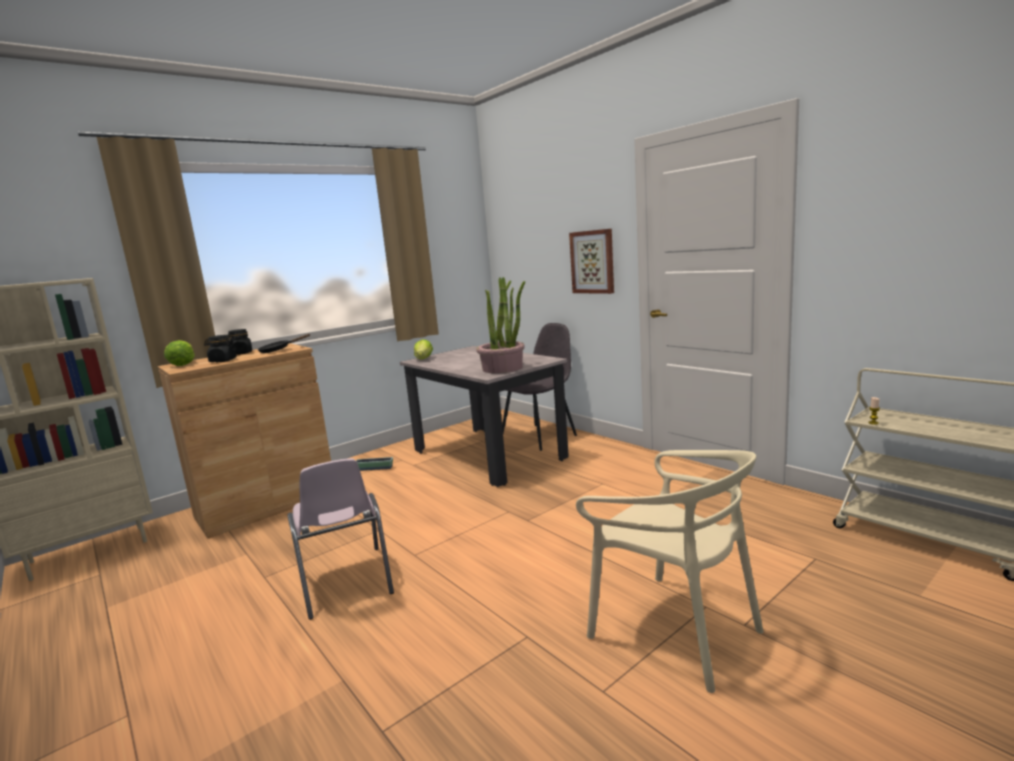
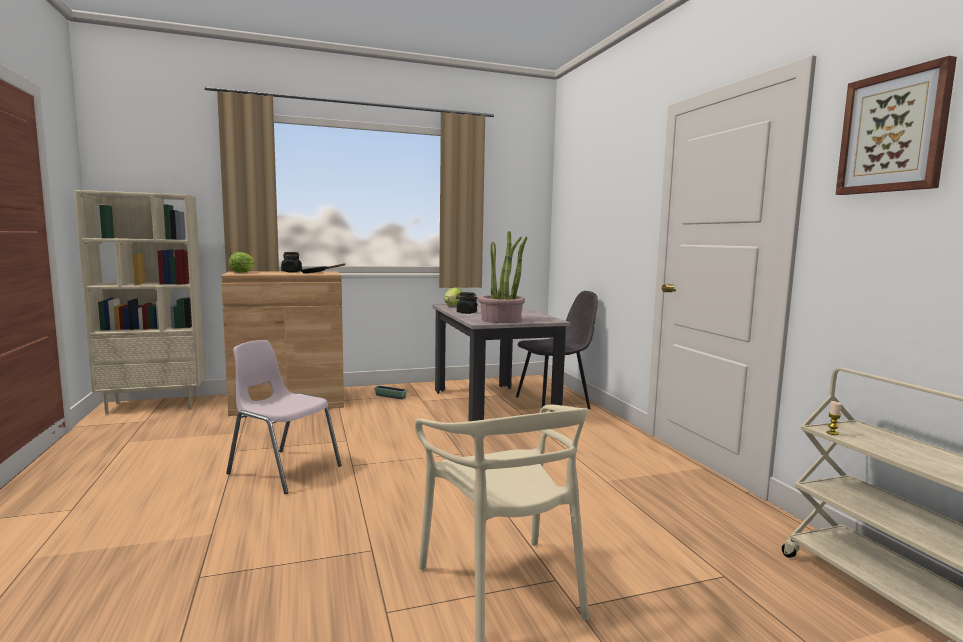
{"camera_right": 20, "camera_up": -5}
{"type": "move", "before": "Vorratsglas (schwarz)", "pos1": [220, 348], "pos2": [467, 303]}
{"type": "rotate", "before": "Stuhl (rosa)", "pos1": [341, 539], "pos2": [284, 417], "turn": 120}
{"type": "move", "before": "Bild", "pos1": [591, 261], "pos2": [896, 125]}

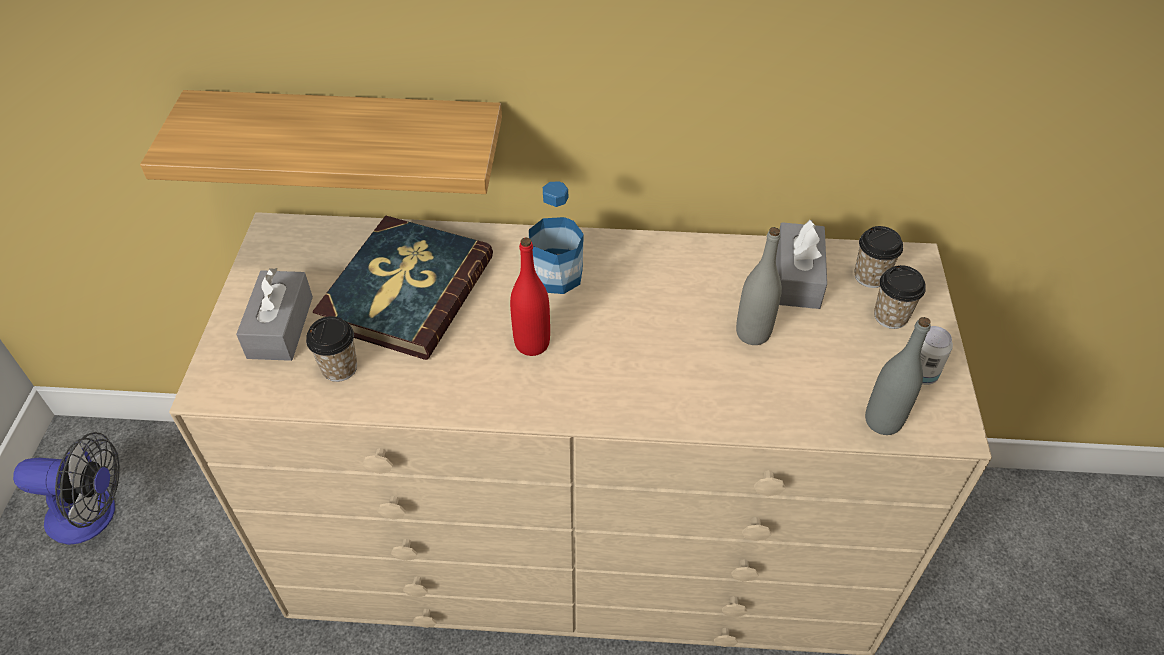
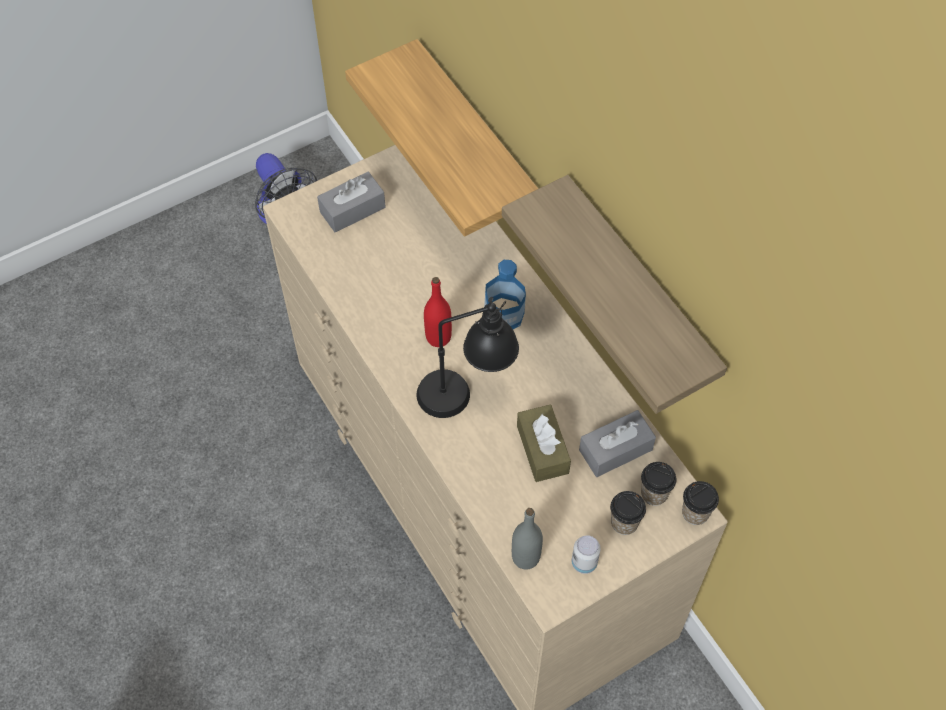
{"camera_right": 55, "camera_up": 10}
{"type": "move", "before": "Tasse", "pos1": [331, 349], "pos2": [700, 503]}
{"type": "delete", "before": "Buch", "pos1": [403, 288]}
{"type": "replace", "before": "Flasche (grau)", "after": "Taschentuchbox (braun)", "pos1": [759, 286], "pos2": [544, 443]}
{"type": "insert", "after": "Tischlampe (schwarz)", "pos2": [467, 357]}
{"type": "insert", "after": "Wandregal", "pos2": [614, 294]}

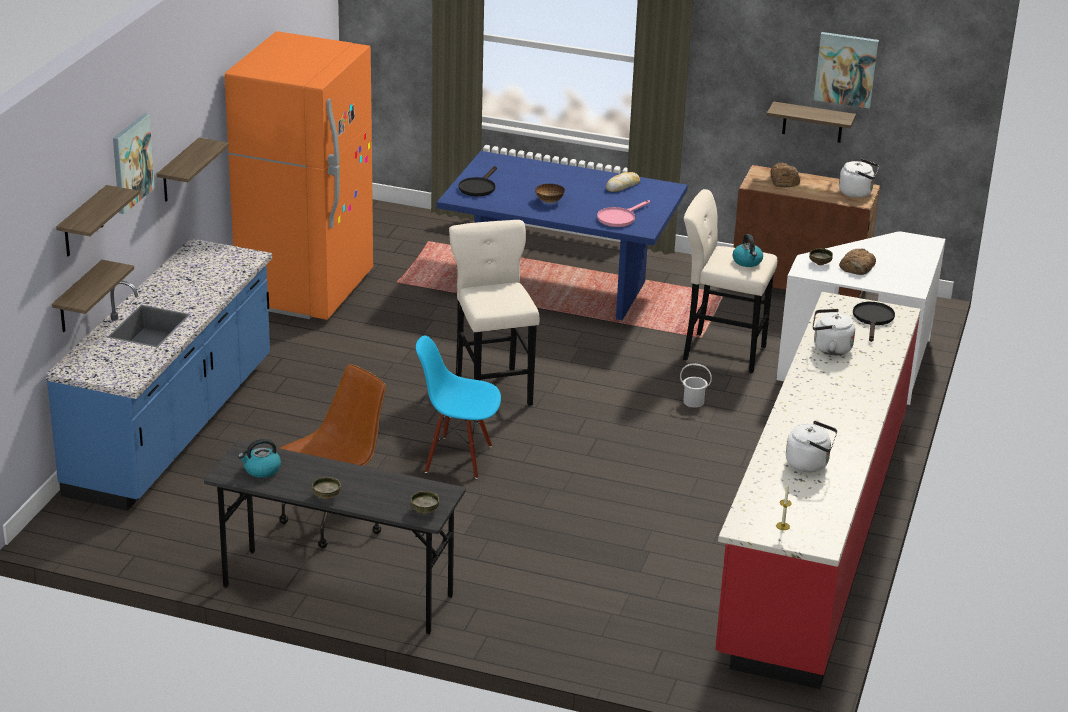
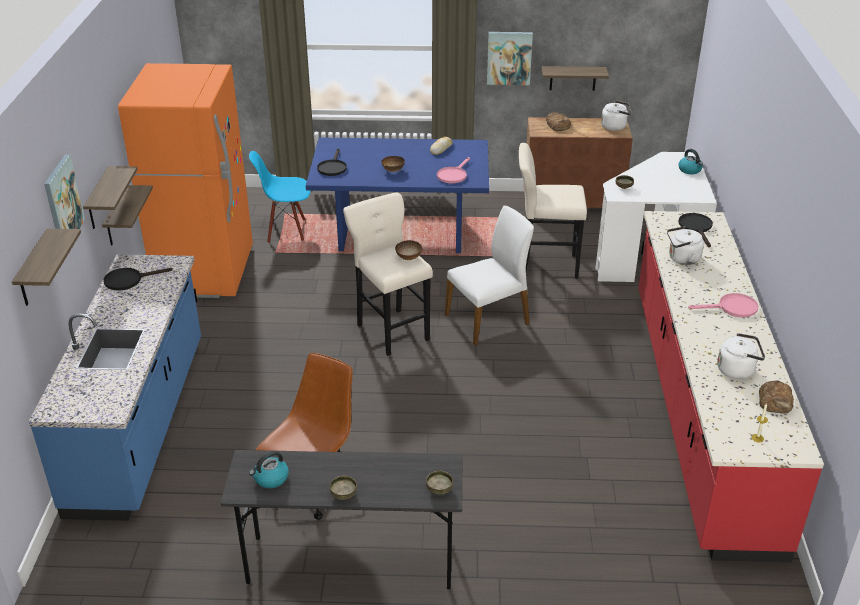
{"camera_right": -15, "camera_up": 5}
{"type": "move", "before": "Wandregal", "pos1": [93, 296], "pos2": [127, 215]}
{"type": "move", "before": "Stuhl (blau)", "pos1": [458, 407], "pos2": [279, 197]}
{"type": "delete", "before": "Eimer (weiß)", "pos1": [696, 385]}
{"type": "move", "before": "Wasserkessel", "pos1": [748, 250], "pos2": [691, 161]}
{"type": "move", "before": "Bild", "pos1": [846, 70], "pos2": [510, 58]}
{"type": "move", "before": "Brot", "pos1": [857, 262], "pos2": [776, 397]}
{"type": "insert", "after": "Pfanne (schwarz)", "pos2": [138, 279]}
{"type": "insert", "after": "Schüssel", "pos2": [409, 250]}
{"type": "insert", "after": "Stuhl (weiß)", "pos2": [489, 275]}
{"type": "insert", "after": "Pfanne (rosa)", "pos2": [723, 305]}

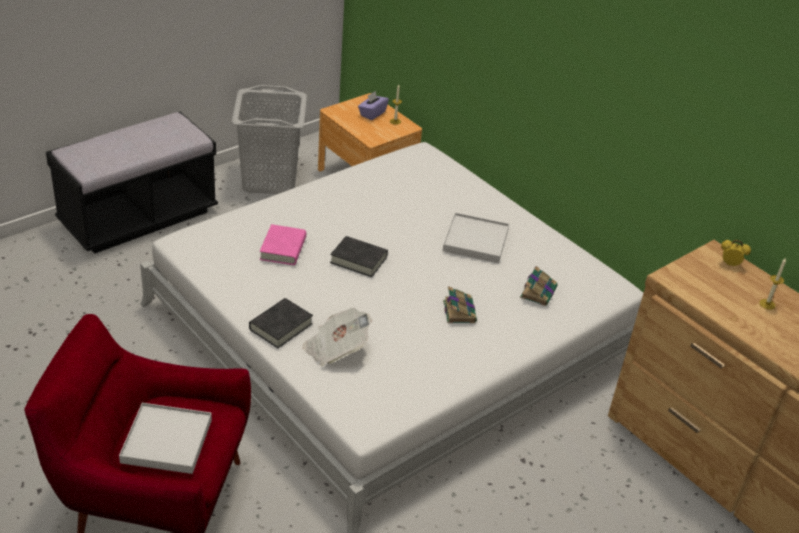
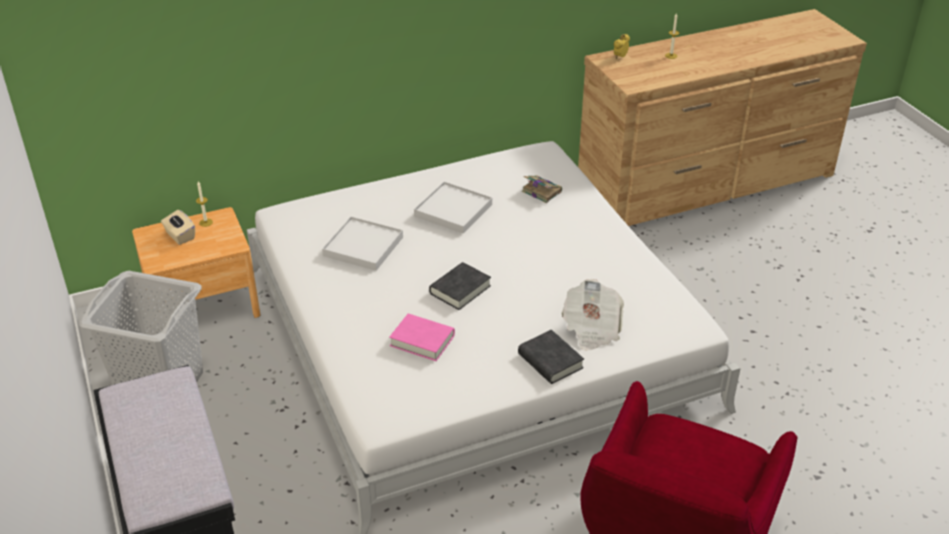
{"camera_right": -70, "camera_up": 0}
{"type": "move", "before": "Tablett (weiß)", "pos1": [165, 438], "pos2": [362, 243]}
{"type": "recolor", "before": "Taschentuchbox (lila)", "after": "Taschentuchbox (beige)", "pos1": [373, 105], "pos2": [178, 227]}
{"type": "delete", "before": "Buch", "pos1": [460, 304]}

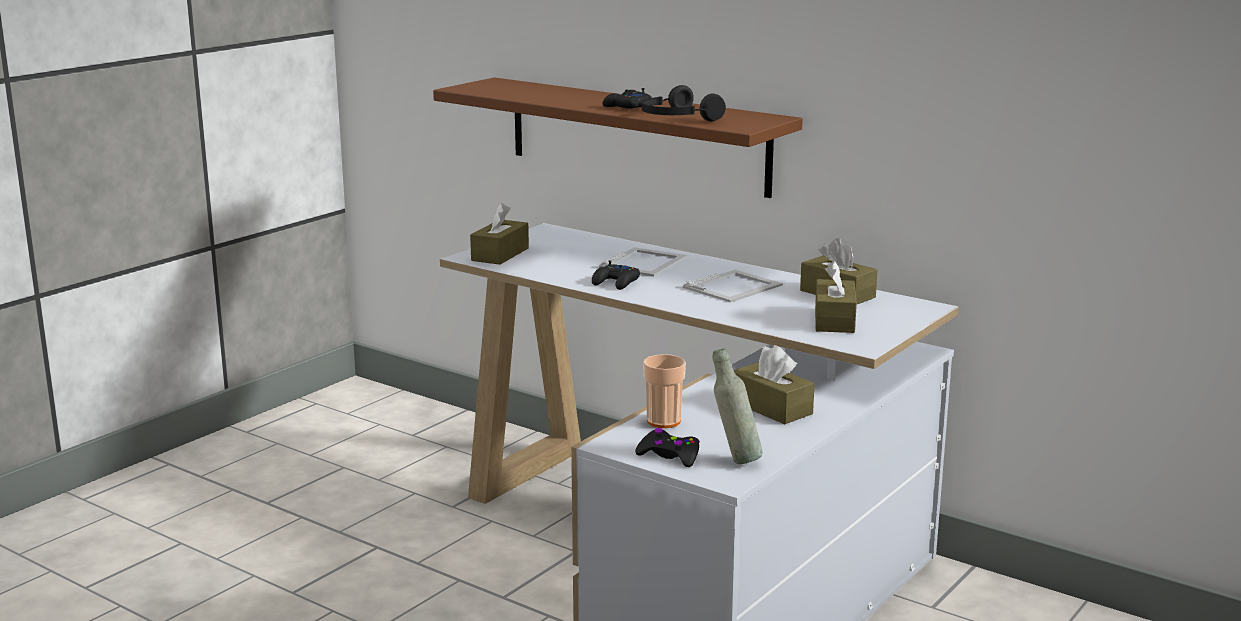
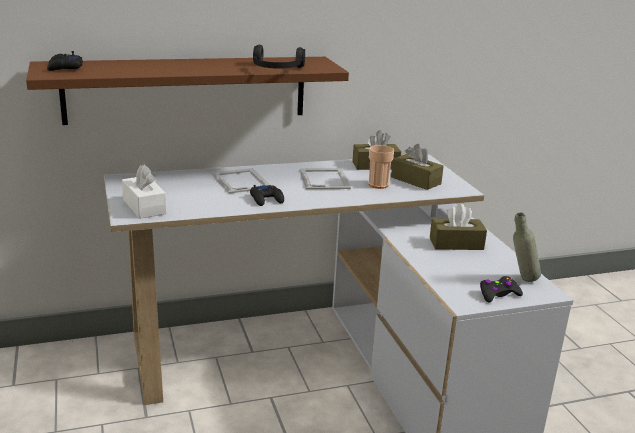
{"camera_right": -55, "camera_up": 5}
{"type": "recolor", "before": "Taschentuchbox (braun)", "after": "Taschentuchbox (weiß)", "pos1": [499, 234], "pos2": [144, 192]}
{"type": "move", "before": "Gamepad (schwarz)", "pos1": [627, 98], "pos2": [65, 61]}
{"type": "move", "before": "Tasse", "pos1": [664, 391], "pos2": [381, 167]}

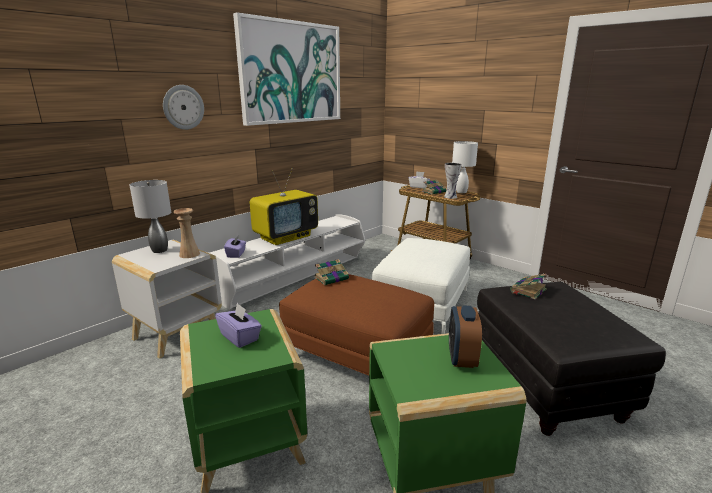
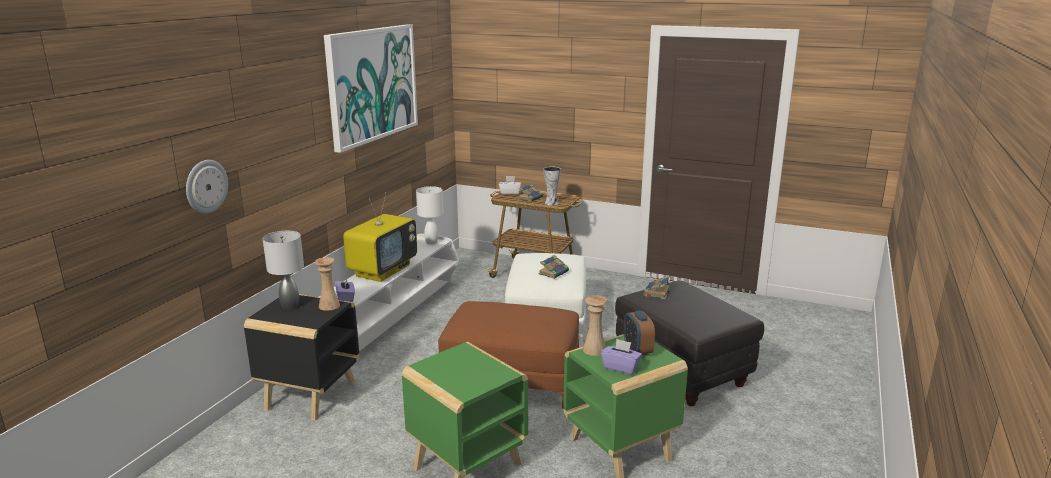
{"camera_right": -20, "camera_up": 0}
{"type": "recolor", "before": "Beistelltisch (weiß)", "after": "Beistelltisch (schwarz)", "pos1": [167, 299], "pos2": [301, 357]}
{"type": "move", "before": "Wanduhr", "pos1": [183, 107], "pos2": [207, 186]}
{"type": "move", "before": "Taschentuchbox (lila)", "pos1": [238, 325], "pos2": [621, 356]}
{"type": "move", "before": "Buch", "pos1": [332, 272], "pos2": [553, 267]}
{"type": "move", "before": "Tischlampe (weiß)", "pos1": [465, 167], "pos2": [429, 215]}
{"type": "insert", "after": "Vase (beige)", "pos2": [595, 325]}

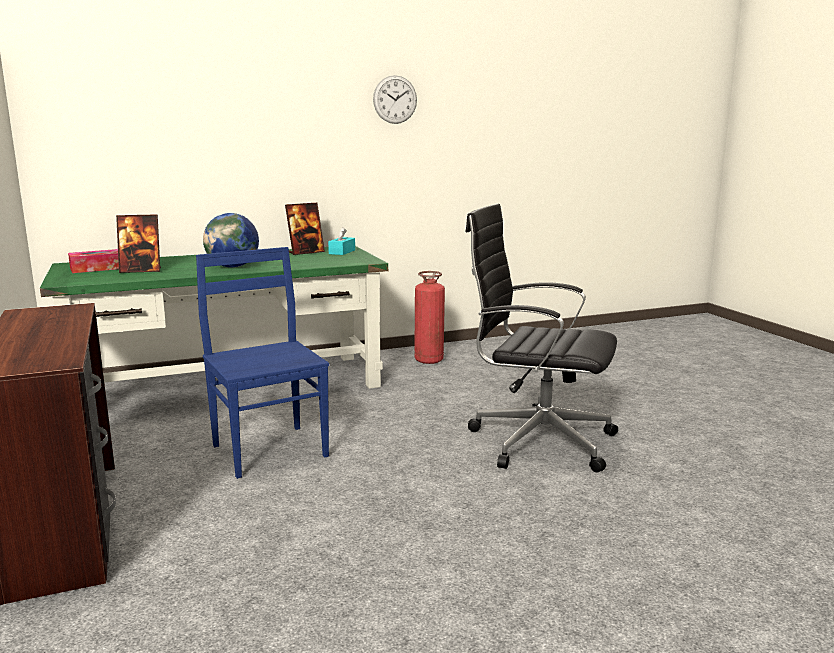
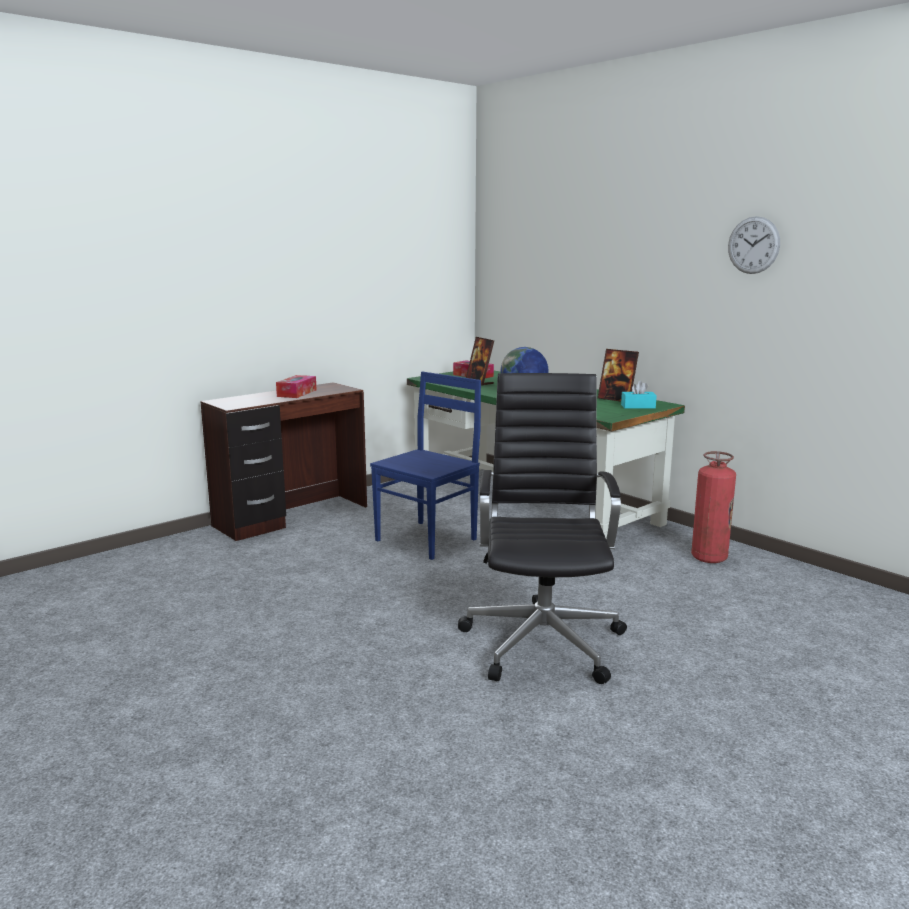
{"camera_right": 70, "camera_up": 0}
{"type": "insert", "after": "Taschentuchbox", "pos2": [296, 386]}

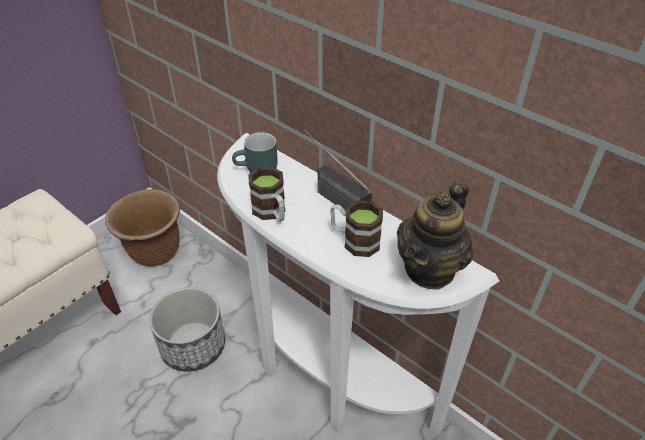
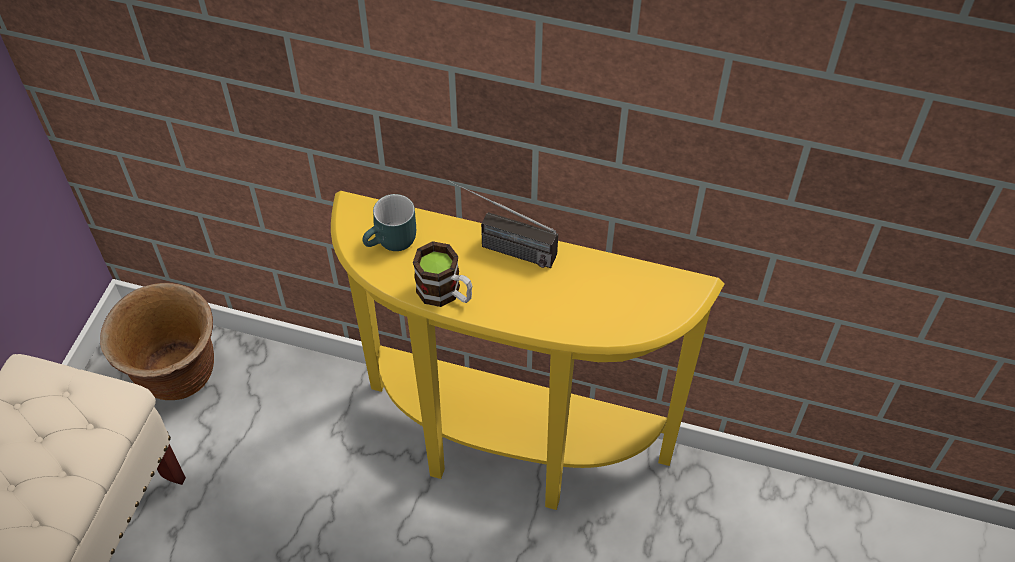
{"camera_right": -25, "camera_up": 10}
{"type": "delete", "before": "Pflanzkübel", "pos1": [187, 329]}
{"type": "recolor", "before": "Konsolentisch (weiß)", "after": "Konsolentisch (gelb)", "pos1": [358, 285], "pos2": [528, 350]}
{"type": "delete", "before": "Henkelbecher", "pos1": [356, 228]}
{"type": "delete", "before": "Teekanne", "pos1": [435, 235]}

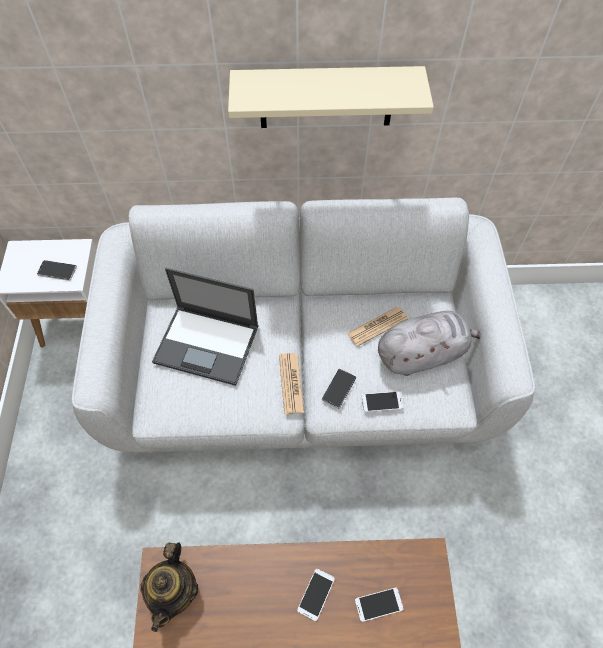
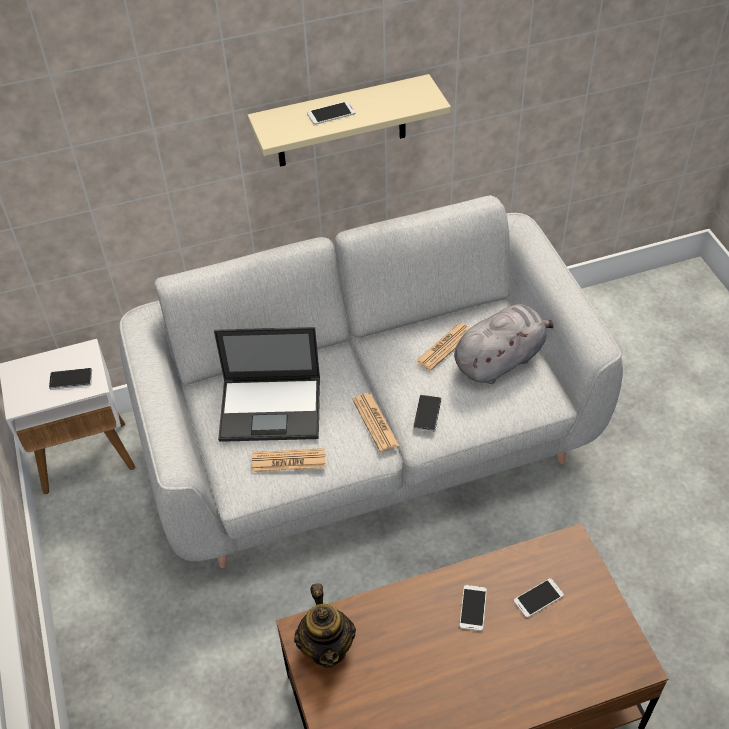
{"camera_right": -15, "camera_up": -10}
{"type": "move", "before": "Handy", "pos1": [382, 401], "pos2": [331, 113]}
{"type": "insert", "after": "Zeitung", "pos2": [288, 460]}

